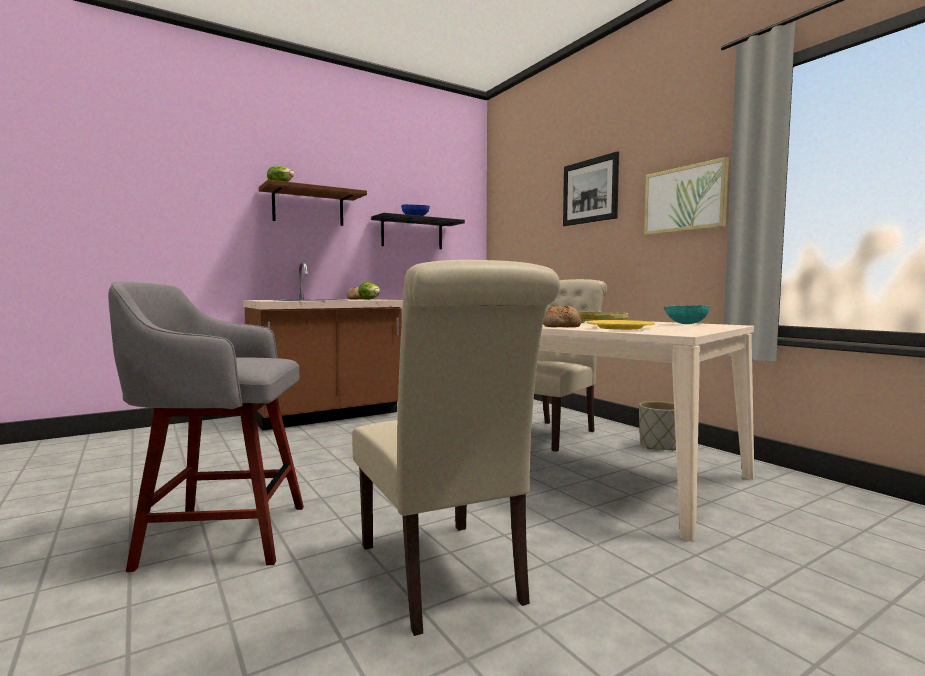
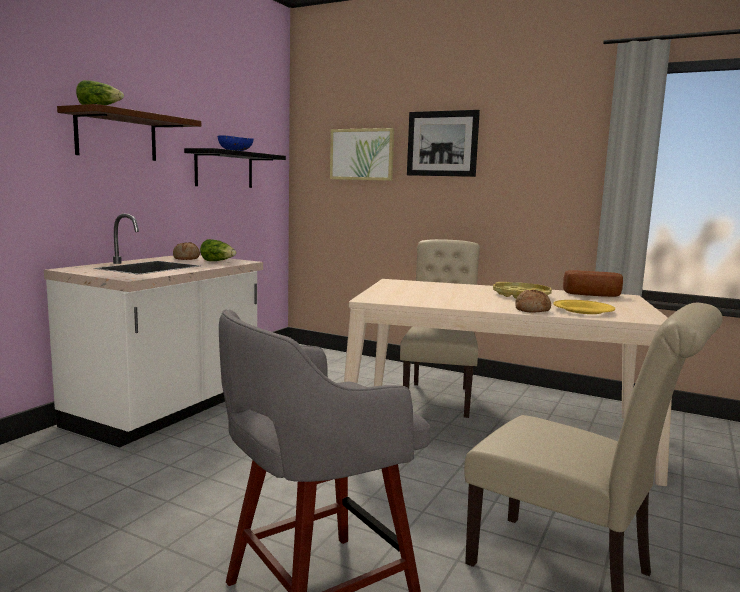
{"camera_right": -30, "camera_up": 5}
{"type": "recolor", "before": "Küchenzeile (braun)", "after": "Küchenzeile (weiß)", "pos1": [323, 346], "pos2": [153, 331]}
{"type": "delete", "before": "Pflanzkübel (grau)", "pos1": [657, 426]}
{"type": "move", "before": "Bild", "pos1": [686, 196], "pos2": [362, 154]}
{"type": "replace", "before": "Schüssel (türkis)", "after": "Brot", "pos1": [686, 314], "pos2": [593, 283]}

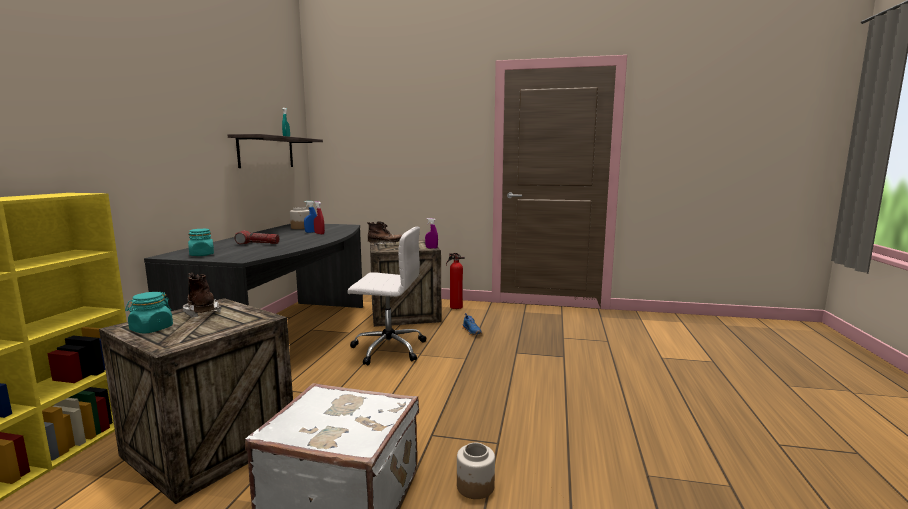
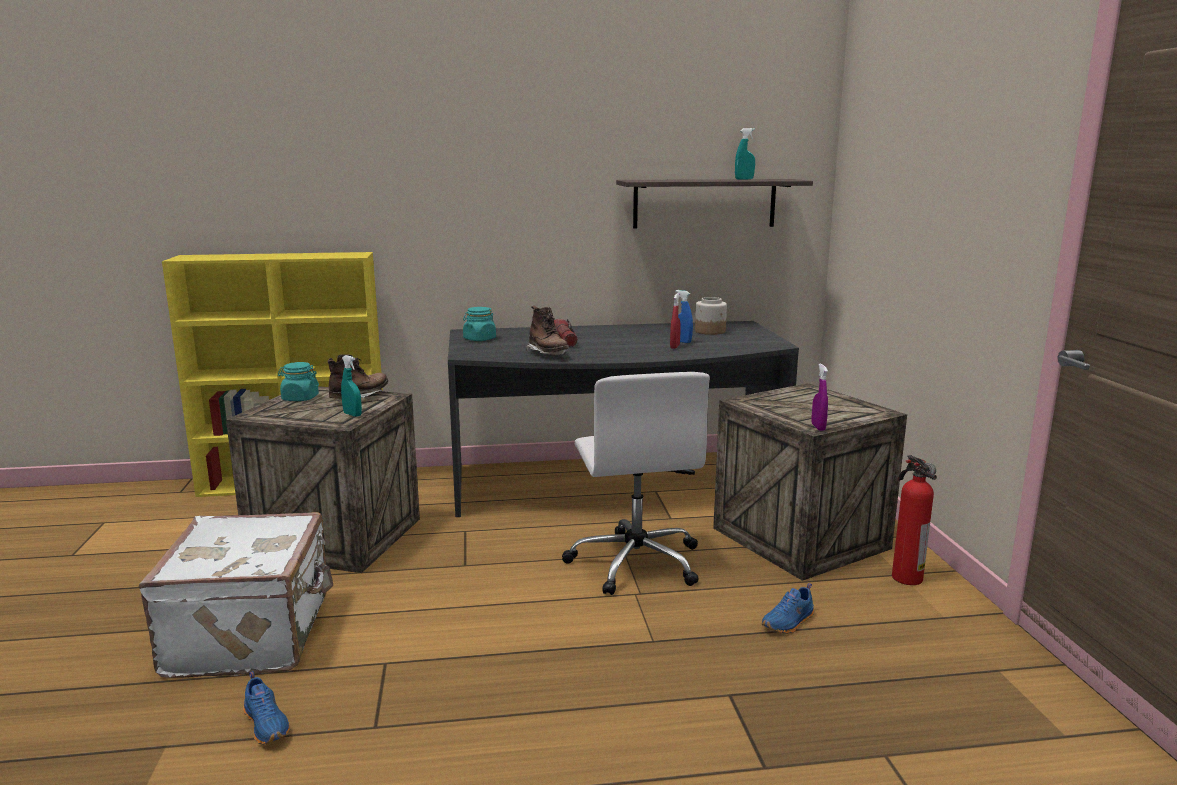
{"camera_right": 70, "camera_up": 5}
{"type": "move", "before": "Stiefel (braun)", "pos1": [384, 233], "pos2": [547, 330]}
{"type": "replace", "before": "Vorratsglas", "after": "Schuh (blau)", "pos1": [476, 471], "pos2": [266, 708]}
{"type": "insert", "after": "Sprühflasche (türkis)", "pos2": [351, 386]}

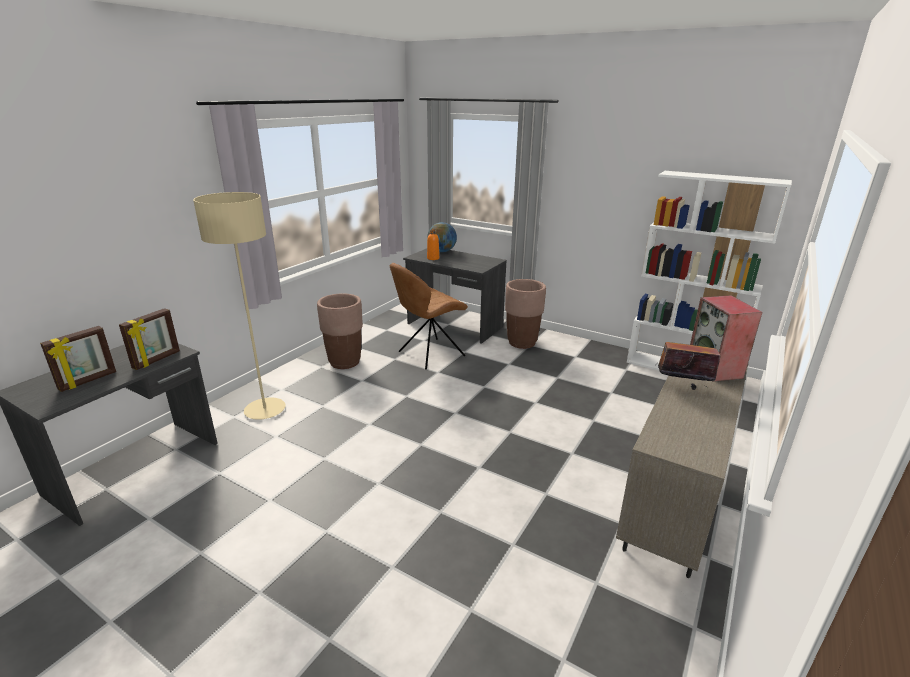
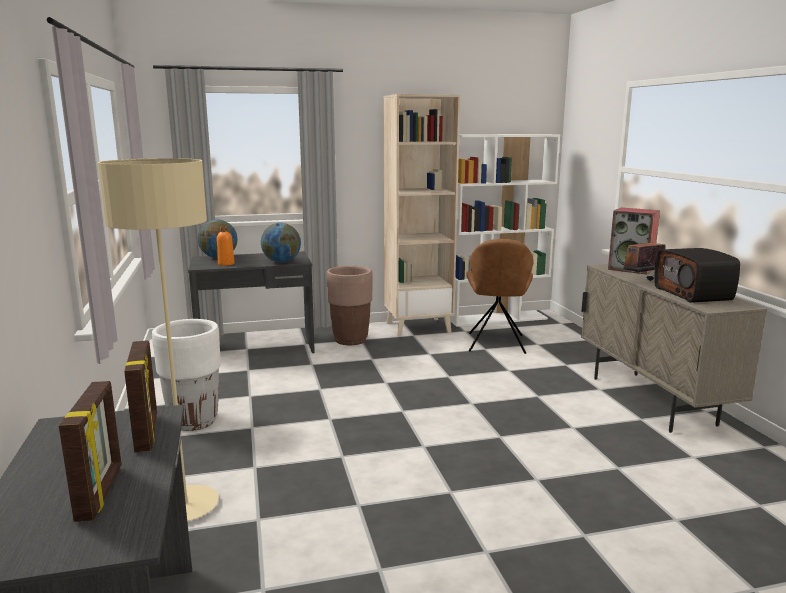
{"camera_right": -45, "camera_up": -10}
{"type": "recolor", "before": "Pflanzkübel (braun)", "after": "Pflanzkübel (weiß)", "pos1": [340, 331], "pos2": [186, 375]}
{"type": "move", "before": "Stuhl (braun)", "pos1": [429, 316], "pos2": [500, 296]}
{"type": "insert", "after": "Globus", "pos2": [281, 243]}
{"type": "insert", "after": "Bücherregal (beige)", "pos2": [422, 215]}
{"type": "insert", "after": "Radio", "pos2": [697, 275]}

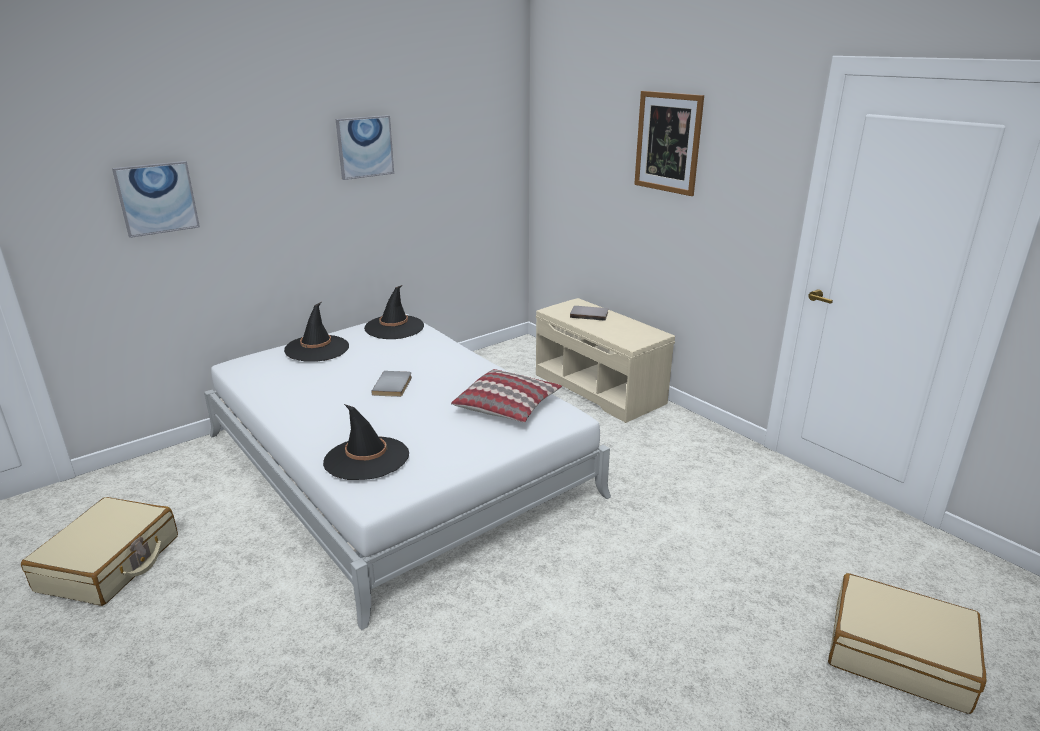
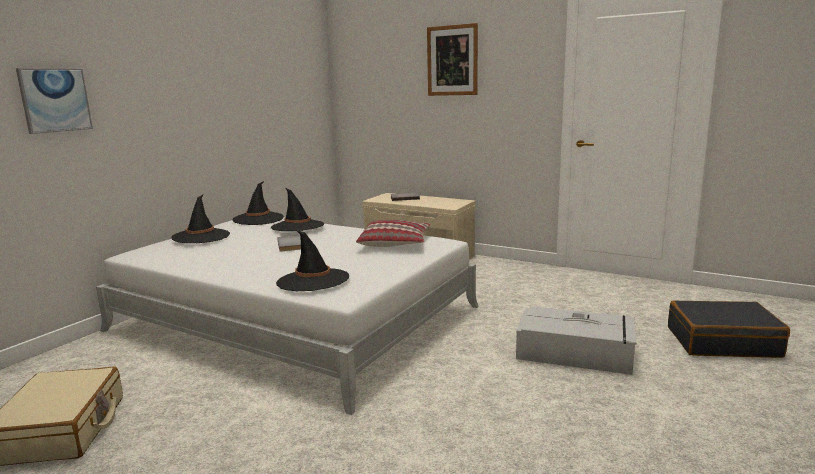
{"camera_right": -20, "camera_up": -10}
{"type": "delete", "before": "Bild", "pos1": [365, 147]}
{"type": "recolor", "before": "Koffer (beige)", "after": "Koffer (schwarz)", "pos1": [907, 643], "pos2": [729, 329]}
{"type": "insert", "after": "Hut (schwarz)", "pos2": [297, 209]}
{"type": "insert", "after": "Aufbewahrungsbox (grau)", "pos2": [576, 340]}

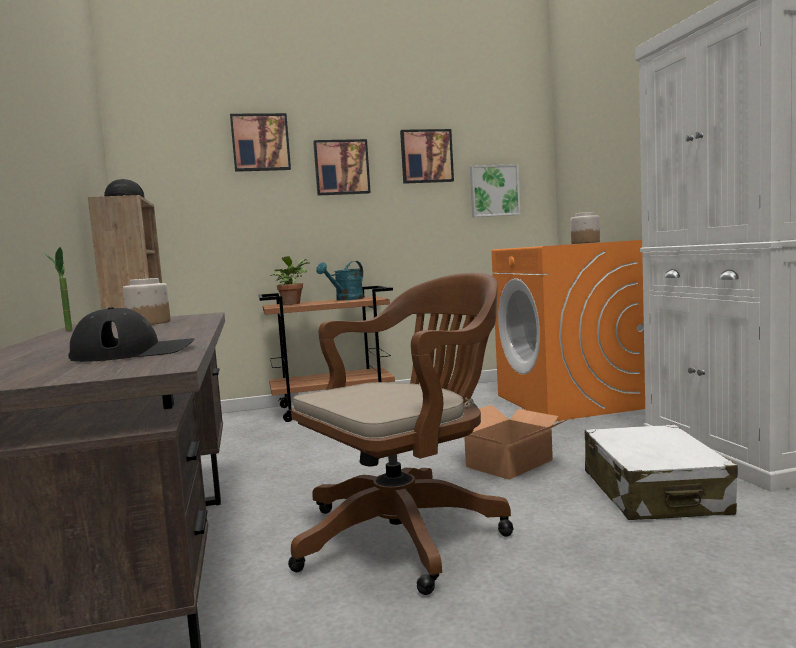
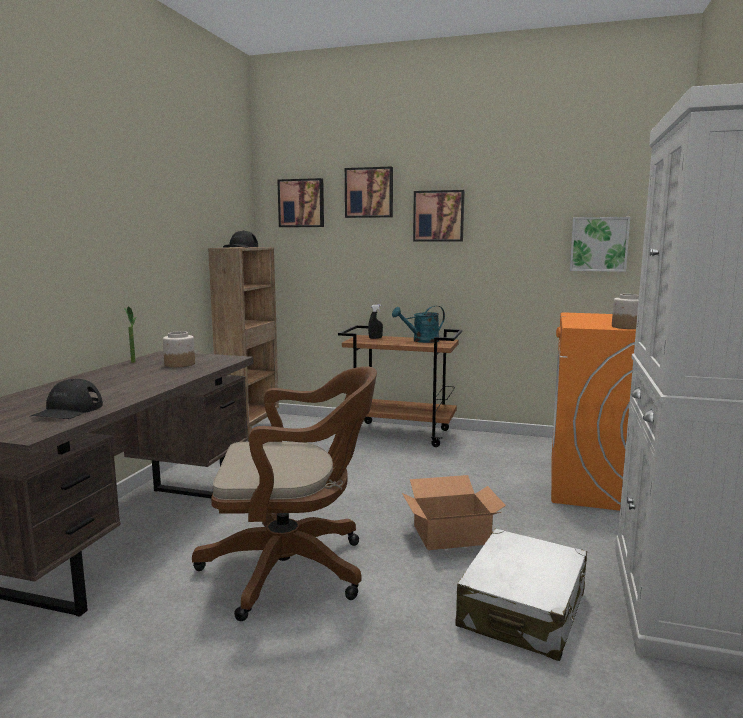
{"camera_right": 30, "camera_up": 5}
{"type": "rotate", "before": "Kappe (schwarz)", "pos1": [131, 334], "pos2": [67, 399], "turn": 90}
{"type": "replace", "before": "Topfpflanze", "after": "Sprühflasche (schwarz)", "pos1": [290, 280], "pos2": [375, 322]}
{"type": "move", "before": "Bild", "pos1": [427, 156], "pos2": [300, 202]}

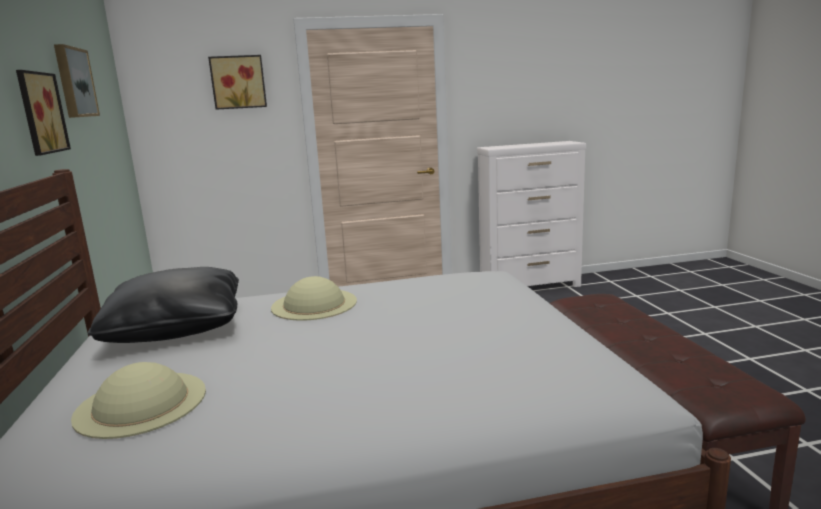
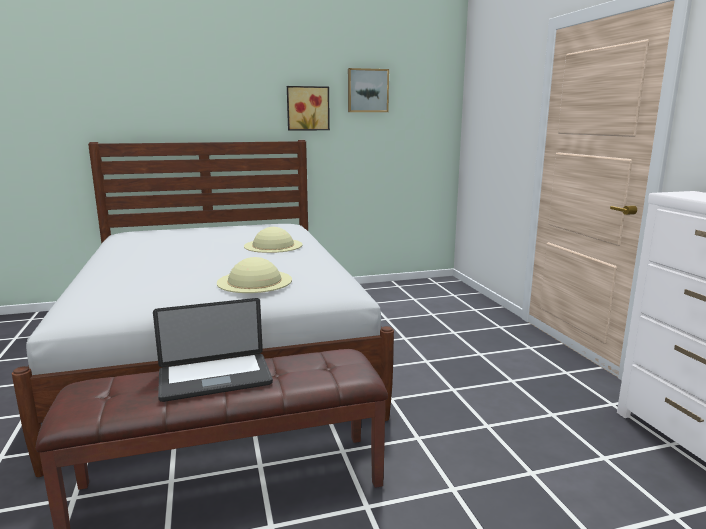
{"camera_right": 85, "camera_up": 0}
{"type": "move", "before": "Hut (beige)", "pos1": [138, 400], "pos2": [254, 275]}
{"type": "delete", "before": "Kissen (schwarz)", "pos1": [163, 305]}
{"type": "delete", "before": "Bild", "pos1": [237, 82]}
{"type": "insert", "after": "Laptop", "pos2": [213, 350]}

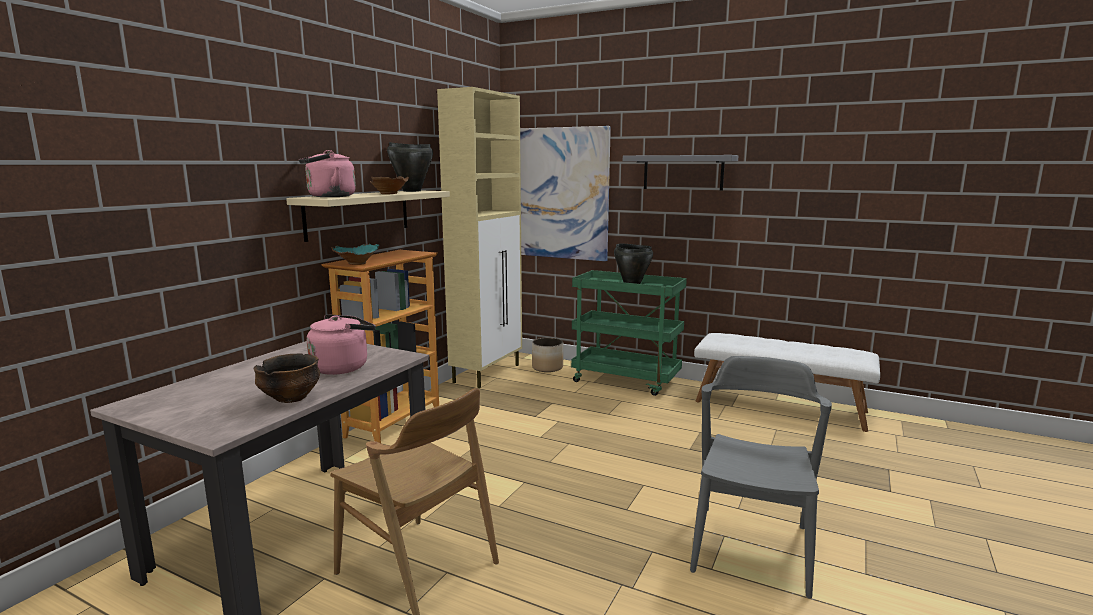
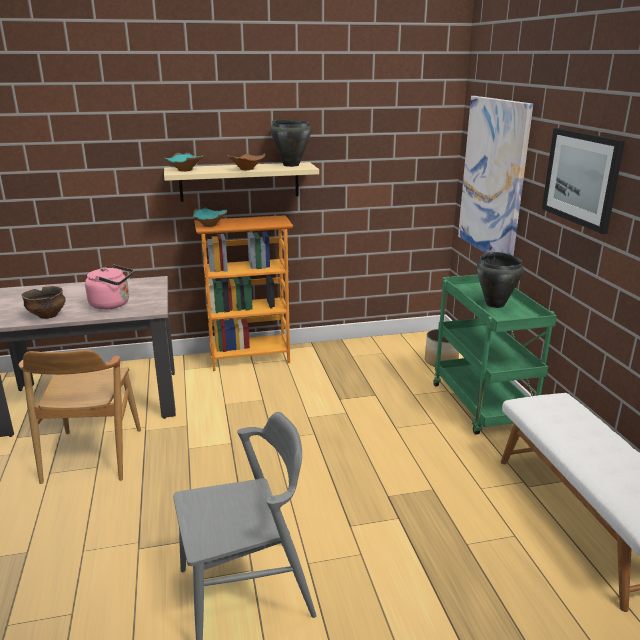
{"camera_right": 50, "camera_up": 10}
{"type": "replace", "before": "Wasserkessel (rosa)", "after": "Schüssel (türkis)", "pos1": [327, 173], "pos2": [184, 162]}
{"type": "delete", "before": "Schrank (beige)", "pos1": [479, 237]}
{"type": "replace", "before": "Wandregal (grau)", "after": "Bild", "pos1": [680, 173], "pos2": [583, 181]}

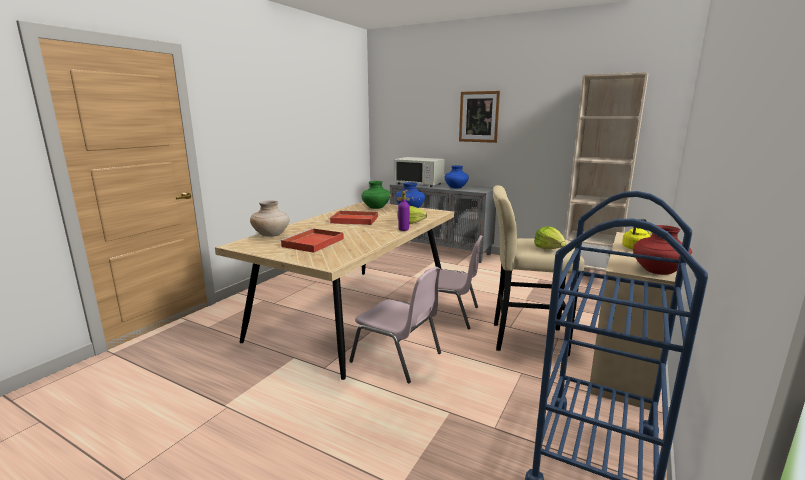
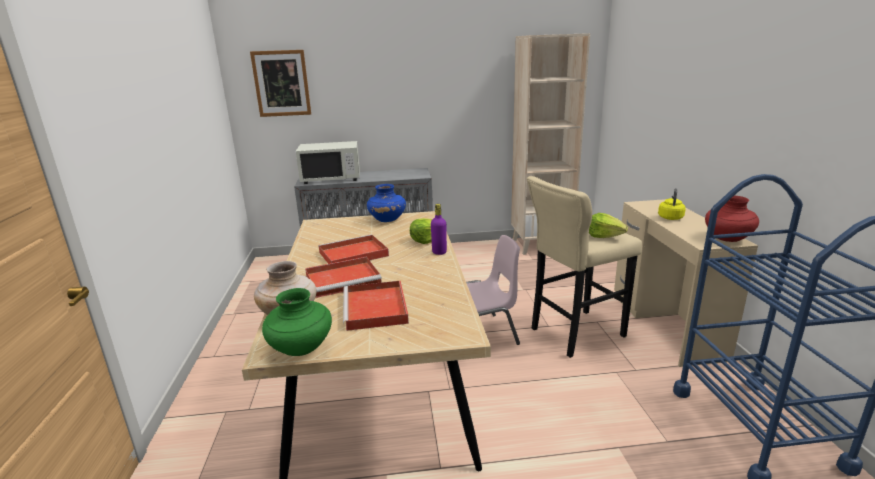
{"camera_right": -35, "camera_up": 5}
{"type": "delete", "before": "Stuhl (rosa)", "pos1": [395, 325]}
{"type": "move", "before": "Vase (grün)", "pos1": [376, 195], "pos2": [297, 322]}
{"type": "delete", "before": "Vase (blau)", "pos1": [457, 177]}
{"type": "move", "before": "Bild", "pos1": [479, 117], "pos2": [280, 83]}
{"type": "insert", "after": "Tablett (rot)", "pos2": [343, 277]}

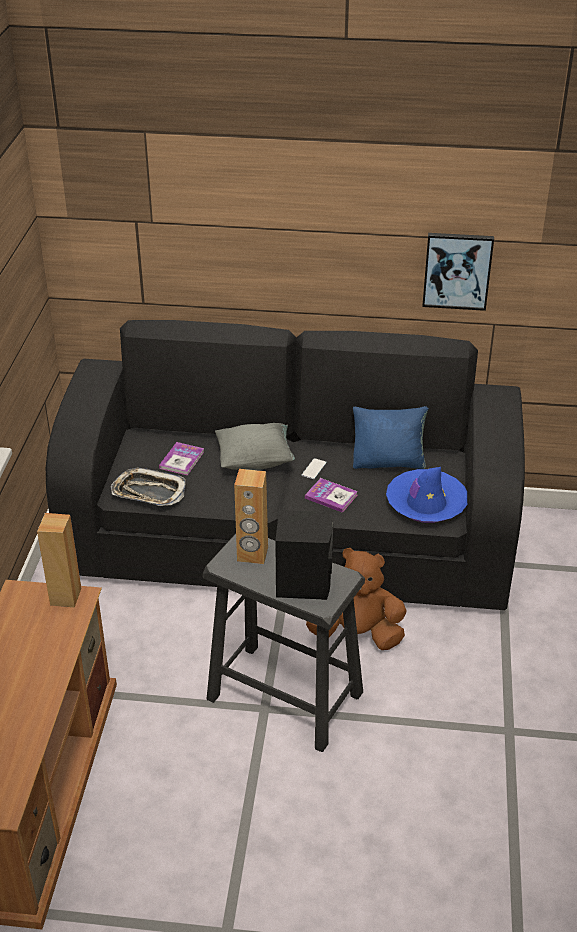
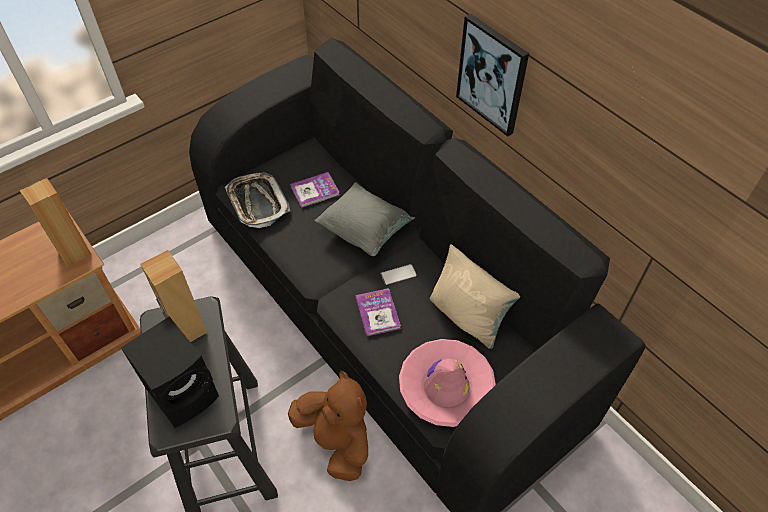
{"camera_right": 45, "camera_up": 15}
{"type": "recolor", "before": "Kissen (blau)", "after": "Kissen (beige)", "pos1": [391, 437], "pos2": [475, 296]}
{"type": "recolor", "before": "Hut (blau)", "after": "Hut (rosa)", "pos1": [426, 495], "pos2": [447, 383]}
{"type": "move", "before": "Bild", "pos1": [458, 272], "pos2": [492, 75]}

